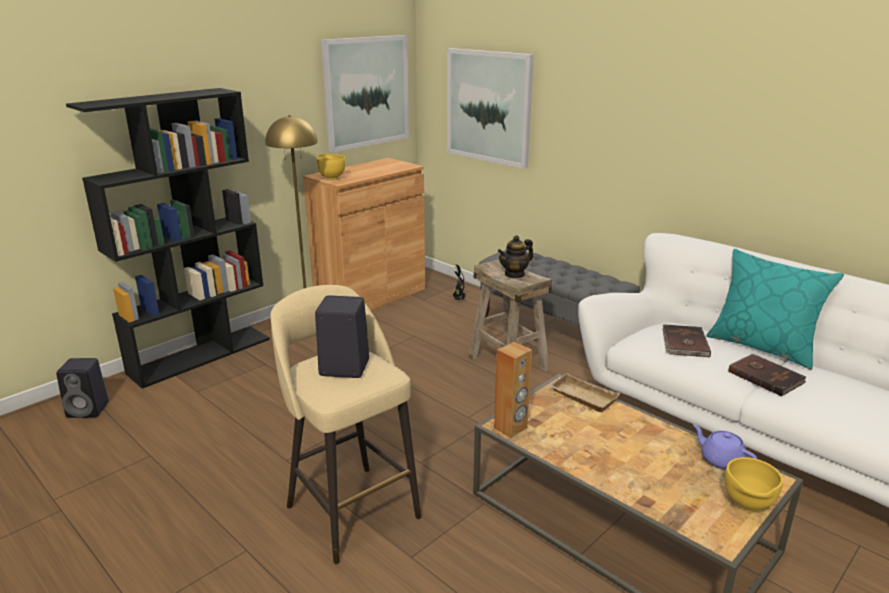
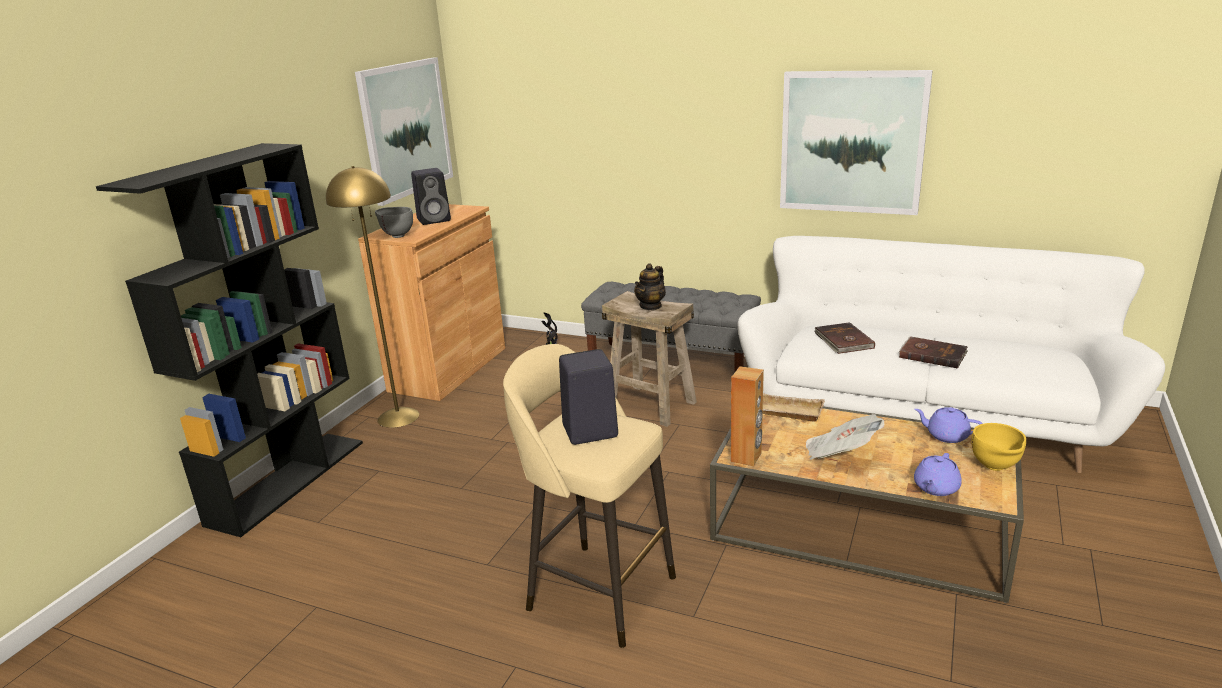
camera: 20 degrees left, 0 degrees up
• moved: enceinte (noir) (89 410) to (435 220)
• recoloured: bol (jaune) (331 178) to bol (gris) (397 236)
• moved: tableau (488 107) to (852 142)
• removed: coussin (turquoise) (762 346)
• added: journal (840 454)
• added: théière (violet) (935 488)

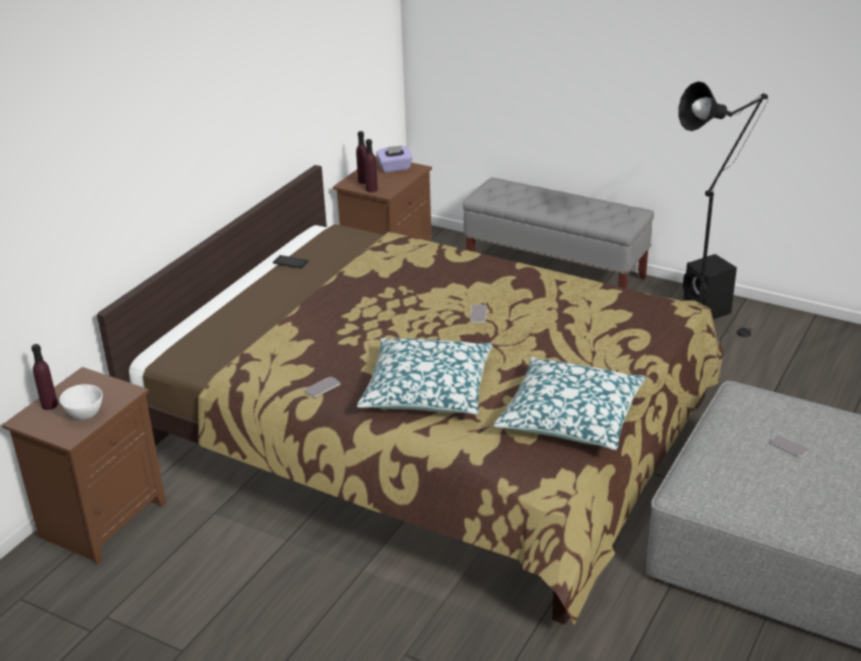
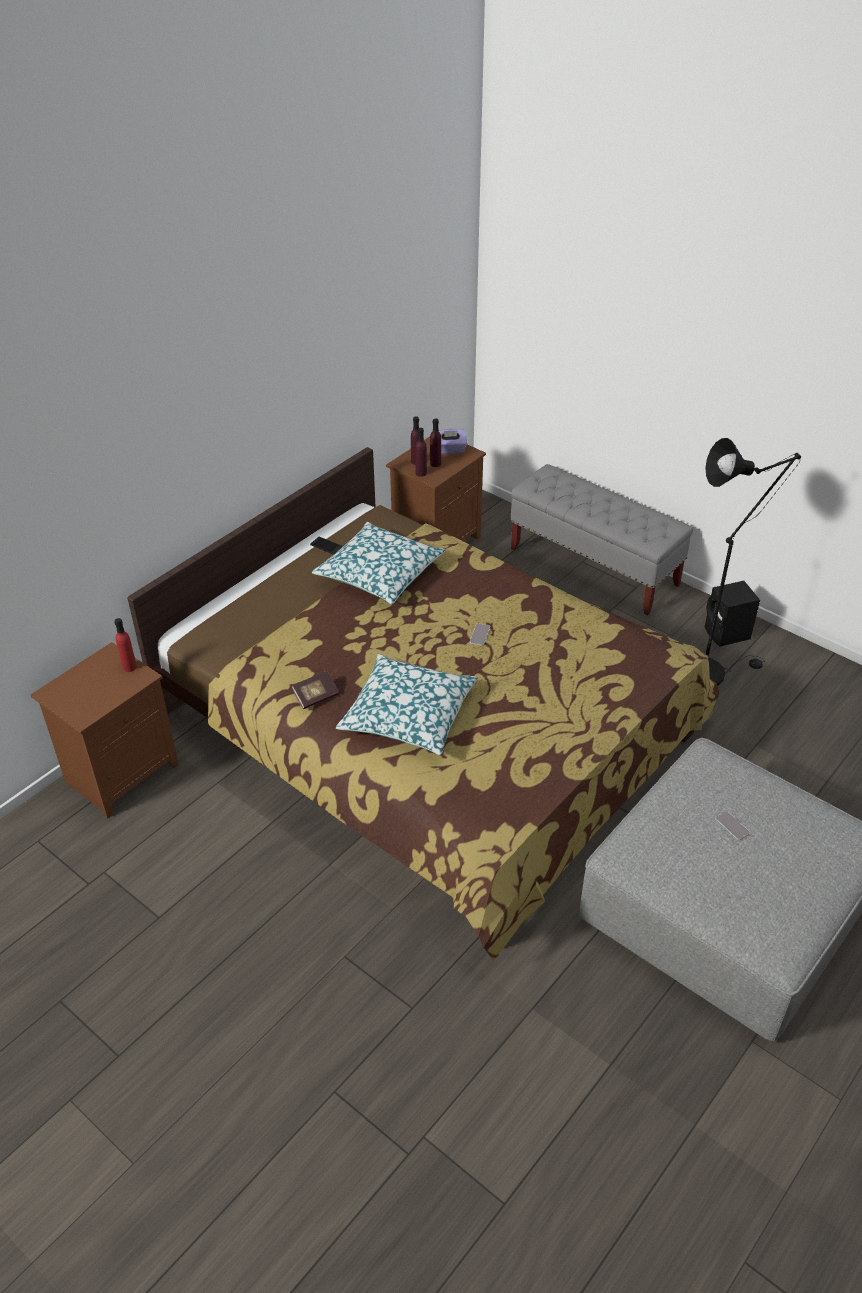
camera: 10 degrees right, 10 degrees up
• moved: bouteille (violet) (49 405) to (435 463)
• removed: bol (blanc) (84 415)
• replaced: téléphone (322 387) to livre (316 696)
• moved: coussin (570 417) to (379 573)
• added: bouteille (rouge) (129 667)

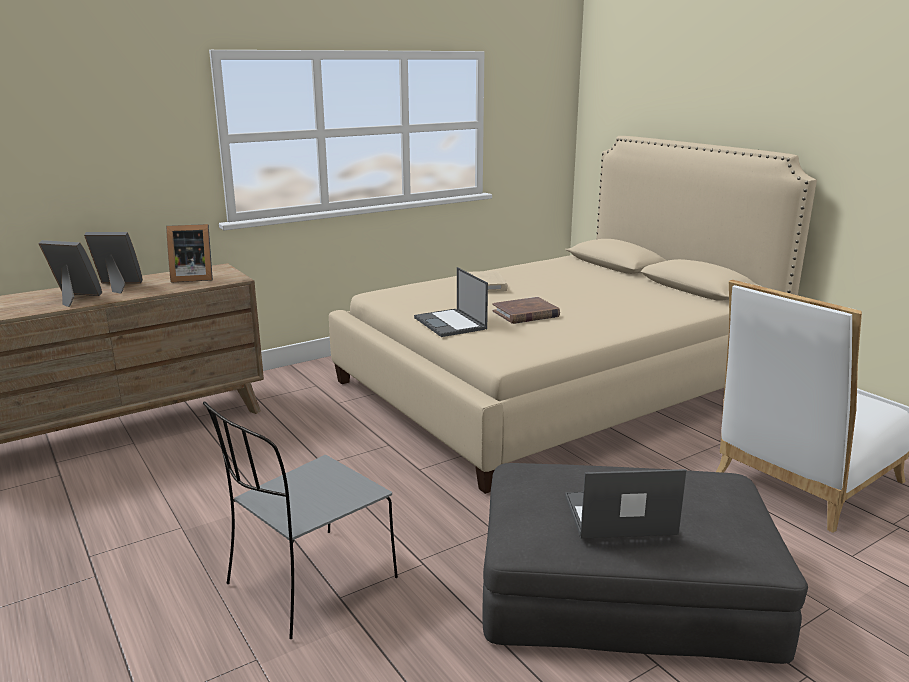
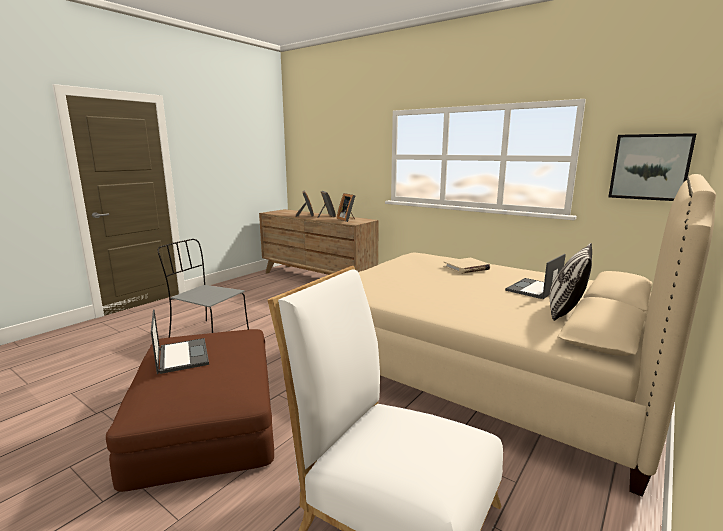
camera: 70 degrees right, 5 degrees down
• moved: ordinateur portable (451 323) to (533 289)
• recoloured: pouf (gris) (624 587) to pouf (marron) (206 416)
• removed: livre (marron) (525 314)
• added: coussin (565 311)
• added: tableau (649 167)

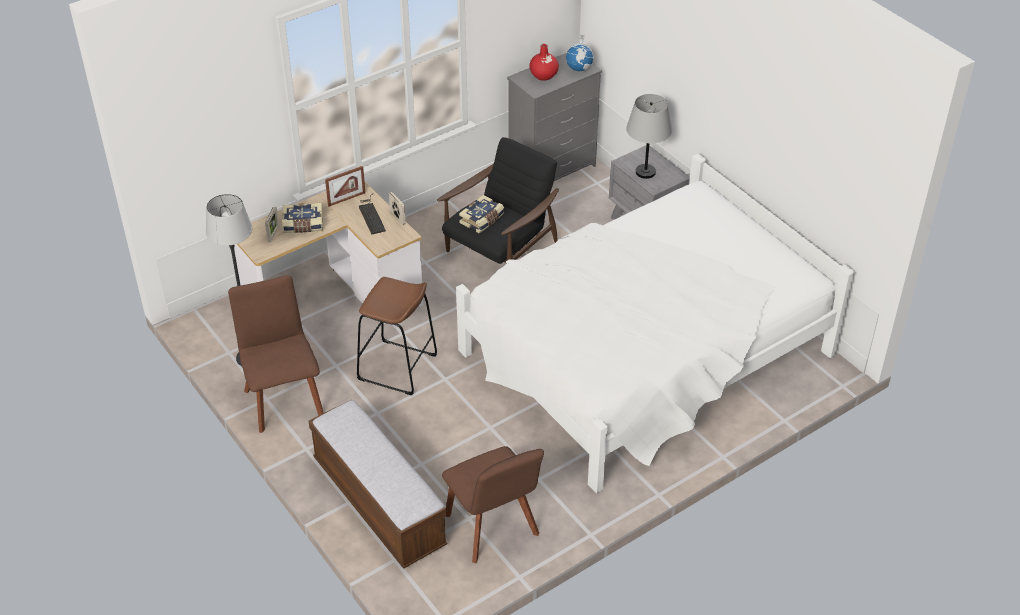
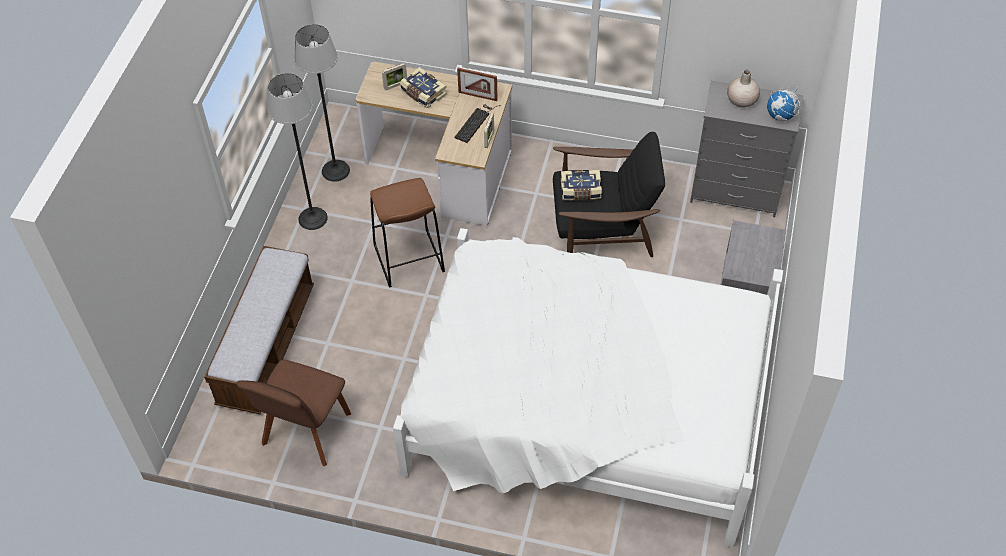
camera: 50 degrees right, 10 degrees up
• replaced: chaise (marron) (283 399) to lampadaire (313 218)
• recoloured: vase (rouge) (543 75) to vase (beige) (741 101)
• removed: lampe de table (gris) (645 172)

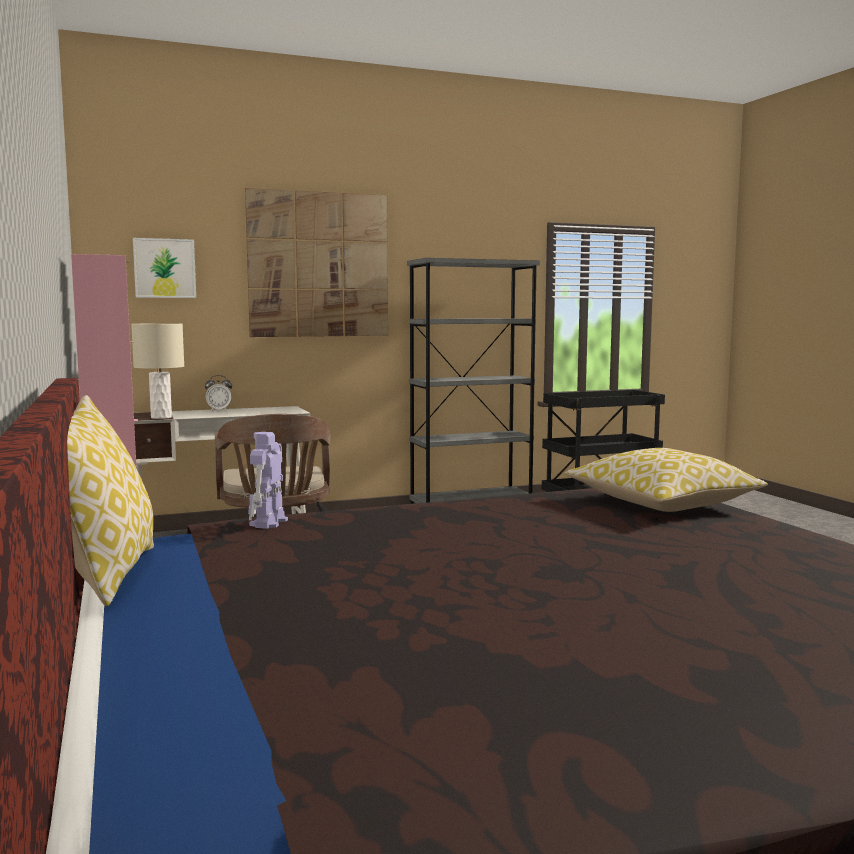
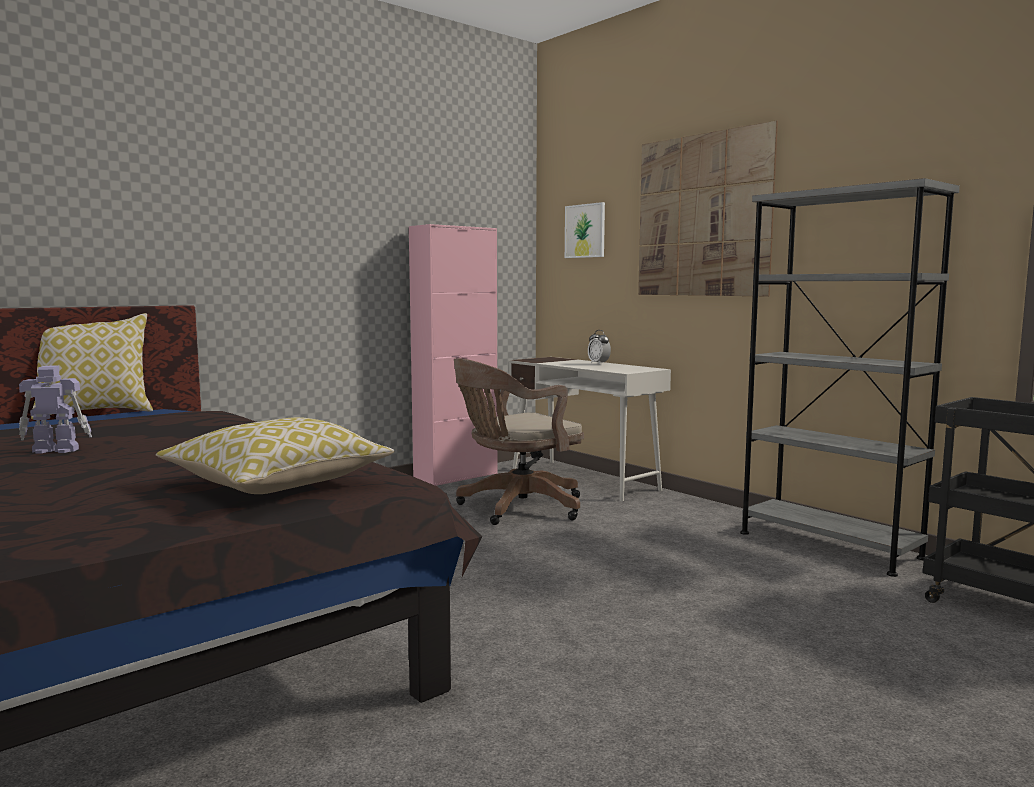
camera: 70 degrees right, 0 degrees up
• removed: lampe de table (beige) (161 417)
• moved: robot jouet (268 523) to (55 450)

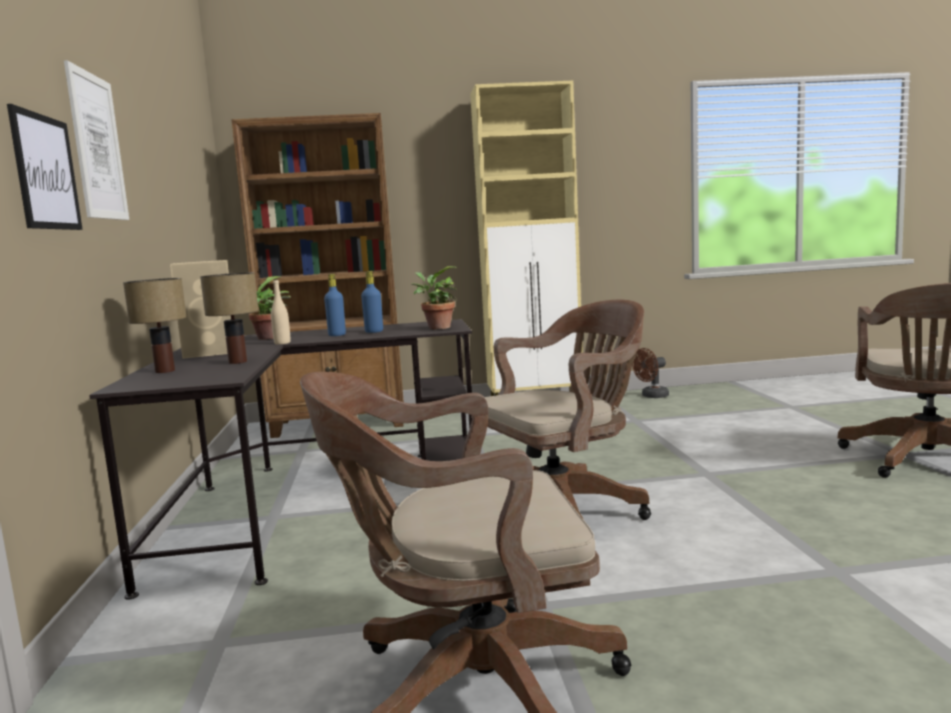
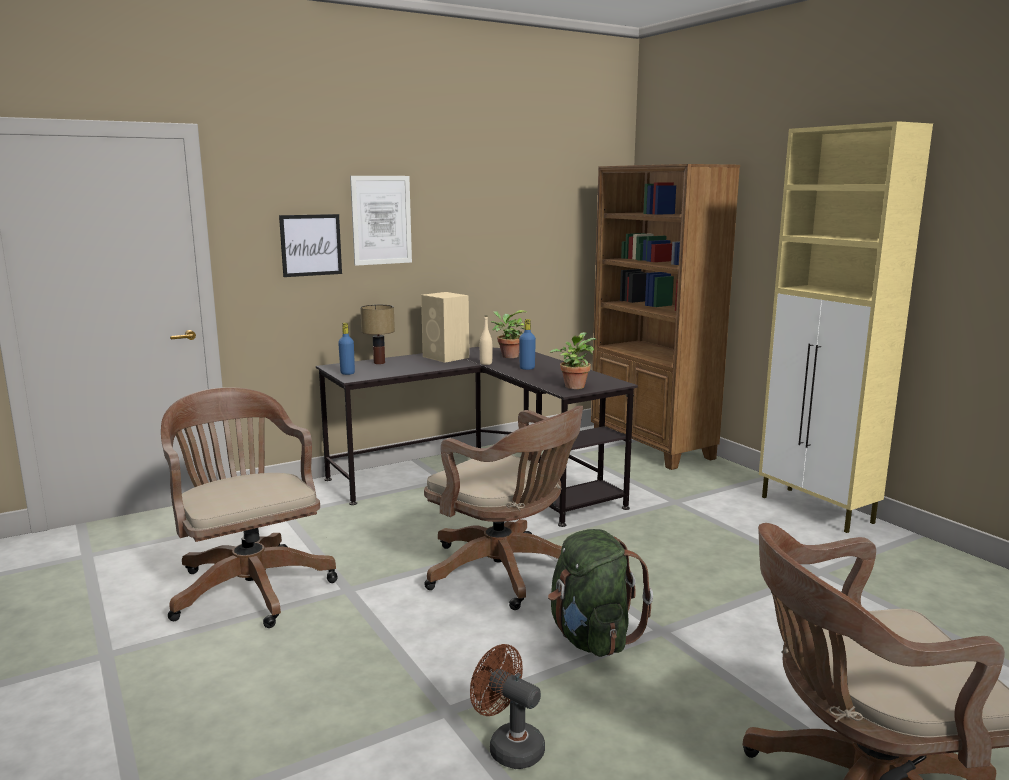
camera: 65 degrees right, 5 degrees up
• removed: lampe de table (239 362)
• moved: bouteille (bleu) (374 331) to (347 373)
• moved: ventilateur (marron) (651 396) to (509 746)
• added: sac à dos (vert) (591 638)

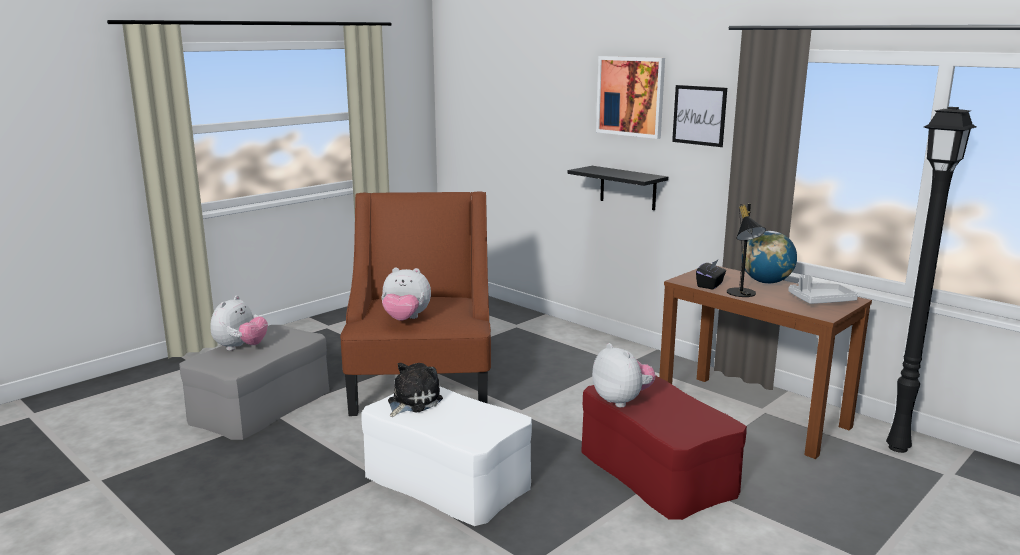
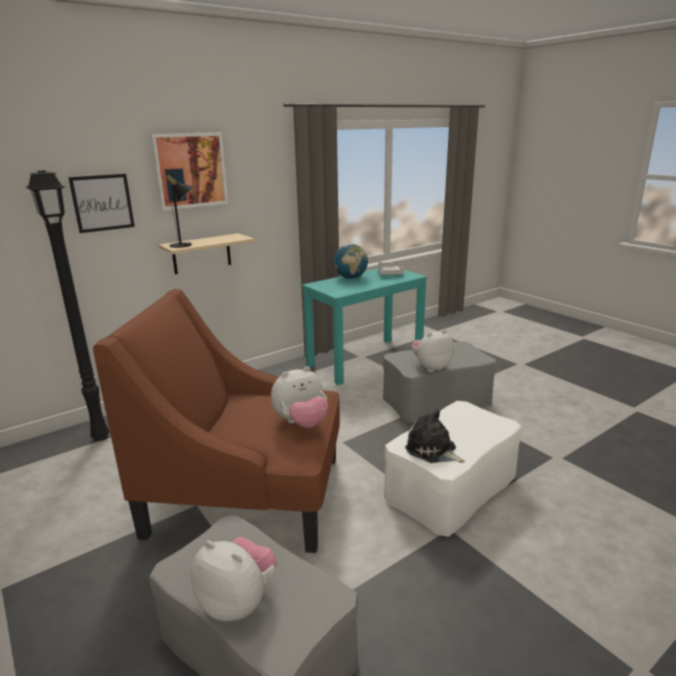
camera: 80 degrees left, 5 degrees up
• turned: peluche (406 319) = (301 423) 45 degrees clockwise
• recoloured: étagère (noir) (628 188) to étagère (beige) (201 254)
• recoloured: pouf (rouge) (656 471) to pouf (gris) (436 400)
• recoloured: table console (marron) (752 414) to table console (turquoise) (365 360)
• moved: tableau (699 115) to (102 203)
• removed: boîte à mouchoirs (noir) (710 285)
• moved: lampe de table (noir) (742 294) to (184 245)
• moved: lampadaire (noir) (900 448) to (101 436)

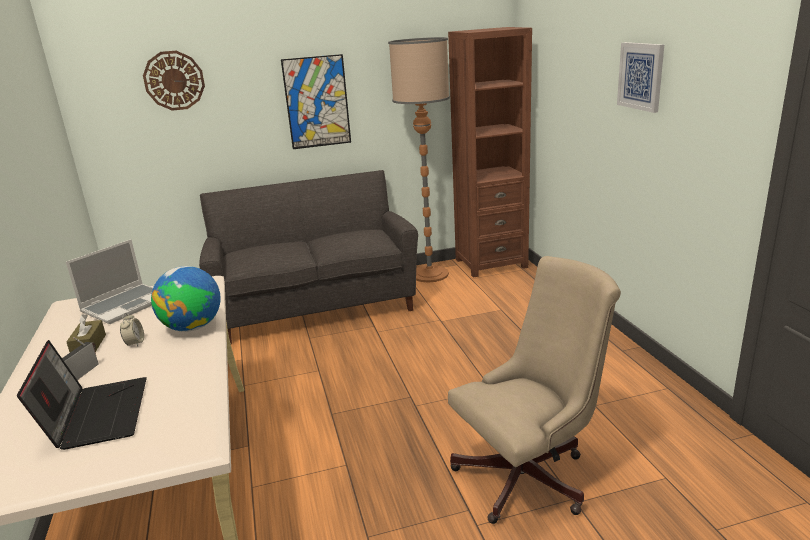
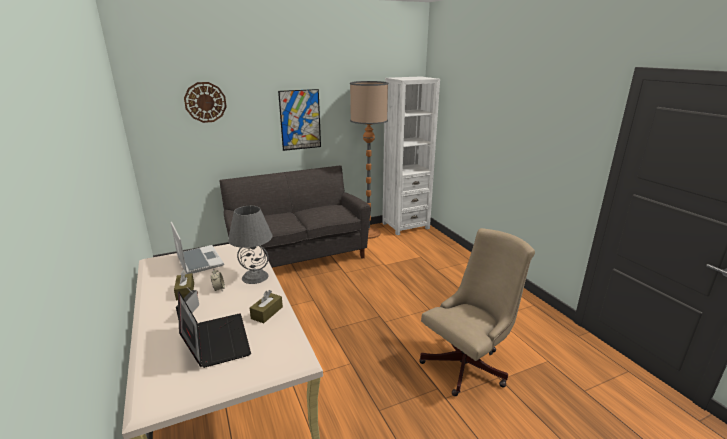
camera: 10 degrees left, 0 degrees up
• turned: ordinateur portable (126 304) = (198 261) 60 degrees counterclockwise
• replaced: globe (193 327) to lampe de table (gris) (255 276)
• recoloured: bibliothèque (marron) (491 263) to bibliothèque (blanc) (405 226)
• removed: tableau (641 76)
• added: boîte à mouchoirs (marron) (267 313)

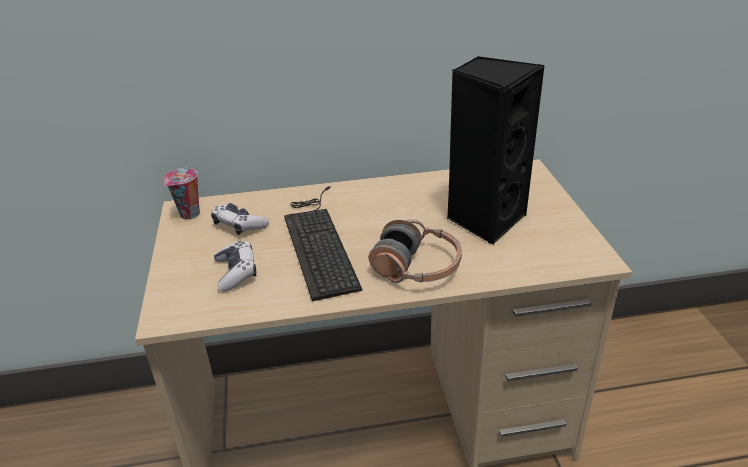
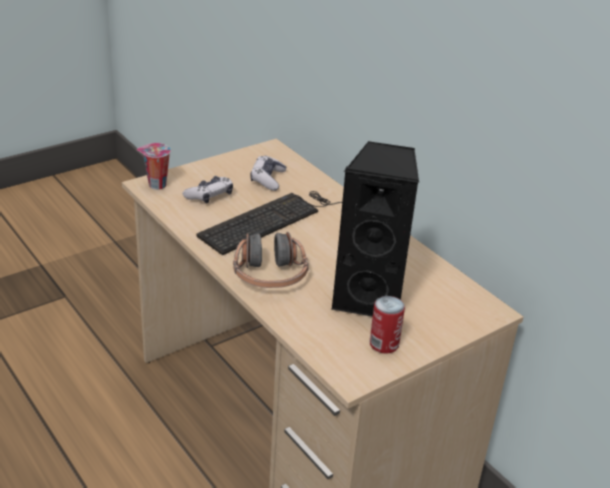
camera: 60 degrees right, 0 degrees up
• moved: tasse (189 215) to (156 185)
• added: boîte métallique (384 344)

